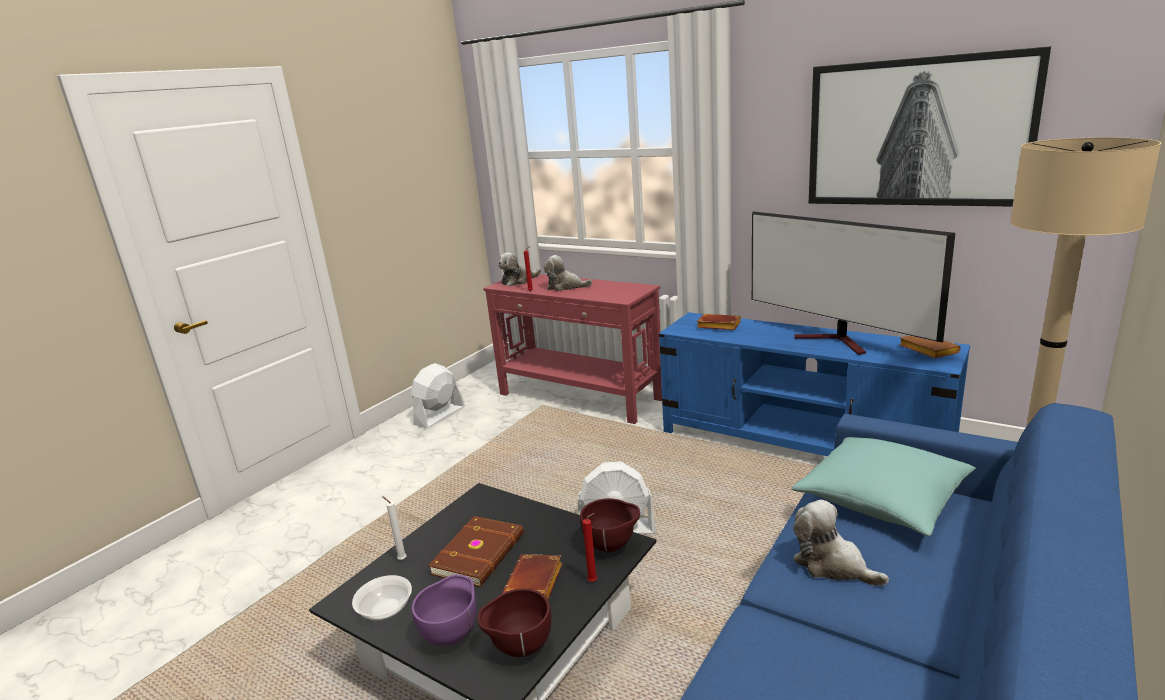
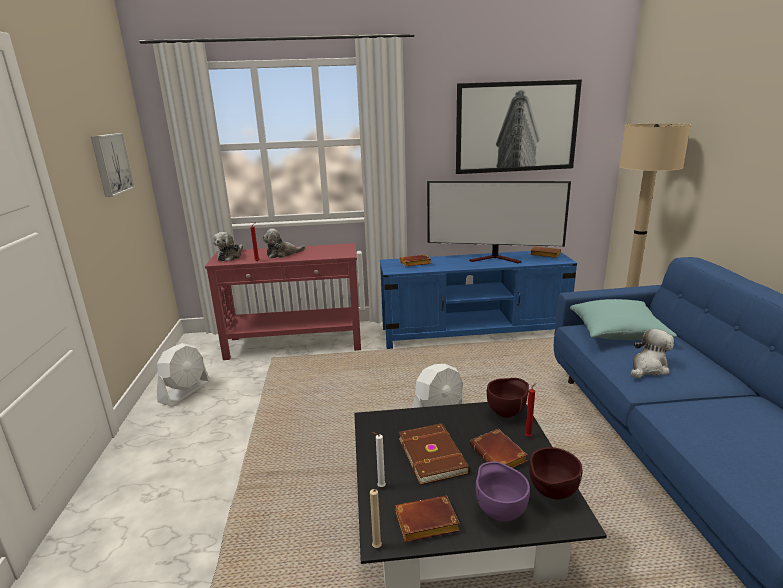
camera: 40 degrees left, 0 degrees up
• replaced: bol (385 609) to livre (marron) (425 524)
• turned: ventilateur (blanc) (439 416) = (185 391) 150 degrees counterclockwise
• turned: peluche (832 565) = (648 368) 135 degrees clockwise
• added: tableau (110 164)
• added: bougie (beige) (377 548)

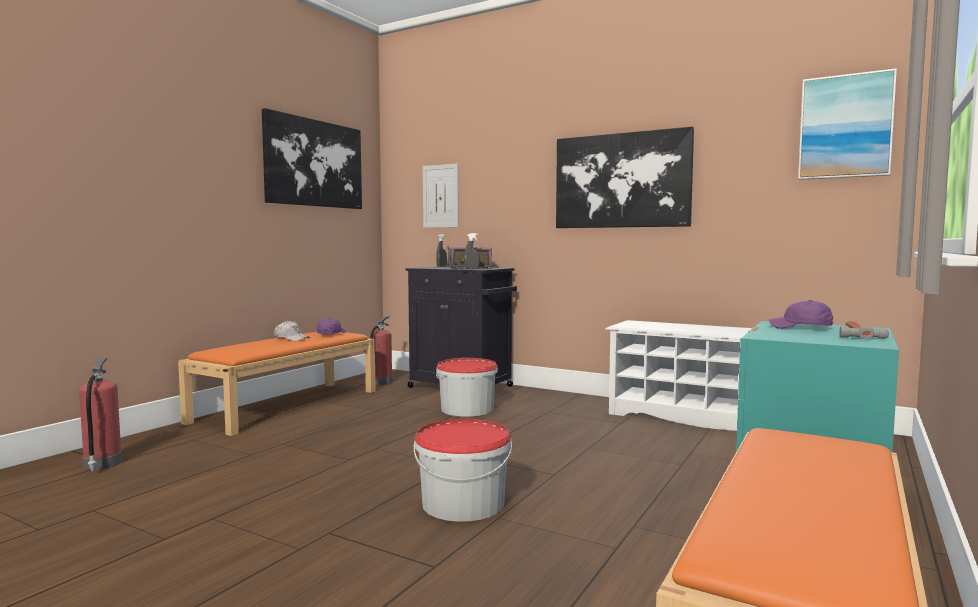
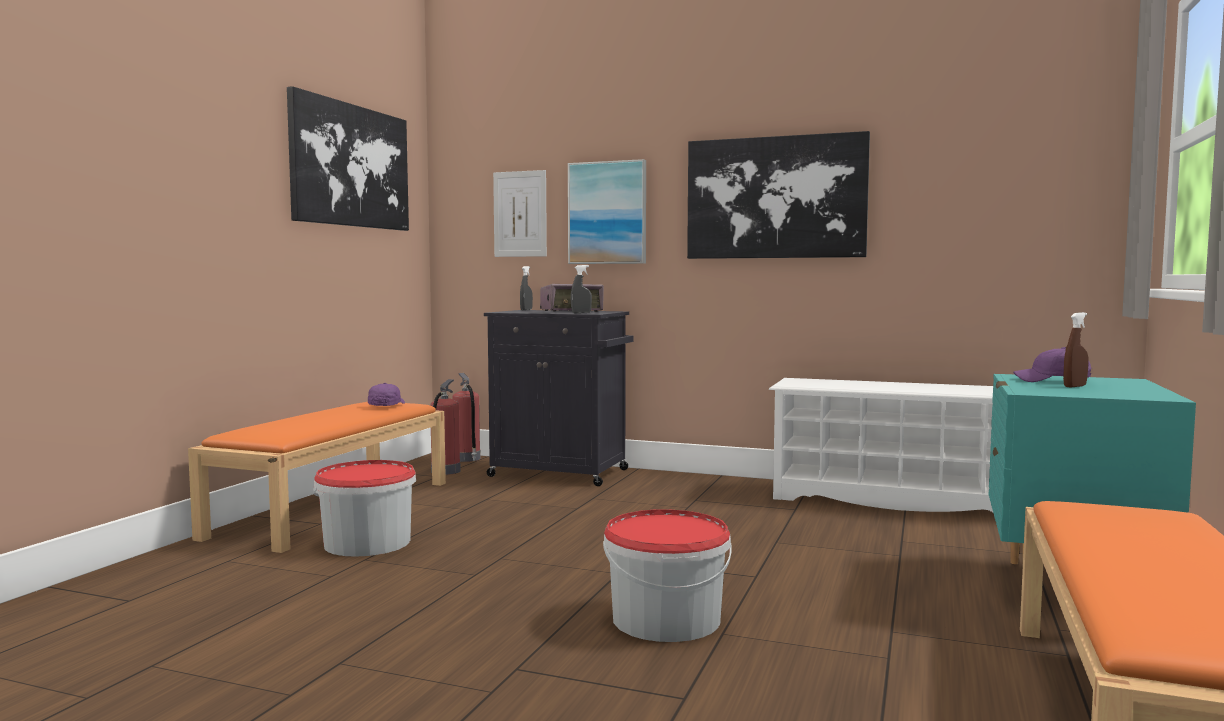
camera: 10 degrees left, 0 degrees up
• moved: extincteur (102 464) to (467 459)
• removed: casquette (blanc) (291 338)
• moved: seau (467 409) to (367 543)
• moved: tableau (845 127) to (607 213)
• removed: marteau (856 333)
• added: vaporisateur (marron) (1075 386)

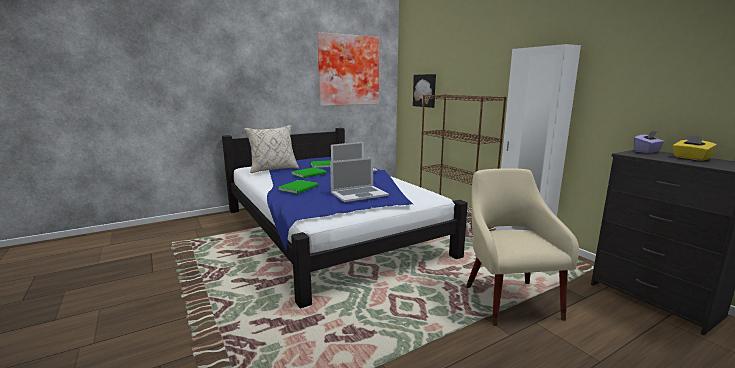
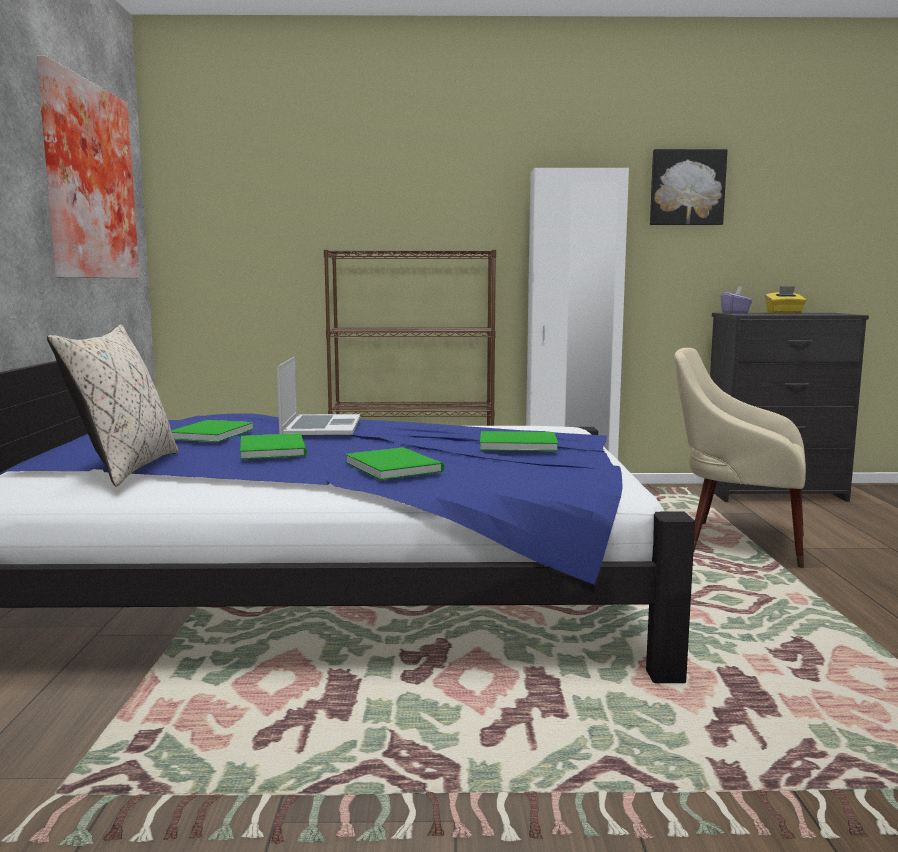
camera: 60 degrees left, 5 degrees down
• replaced: ordinateur portable (359 194) to livre (vert) (515 444)
• moved: tableau (425 90) to (686 188)

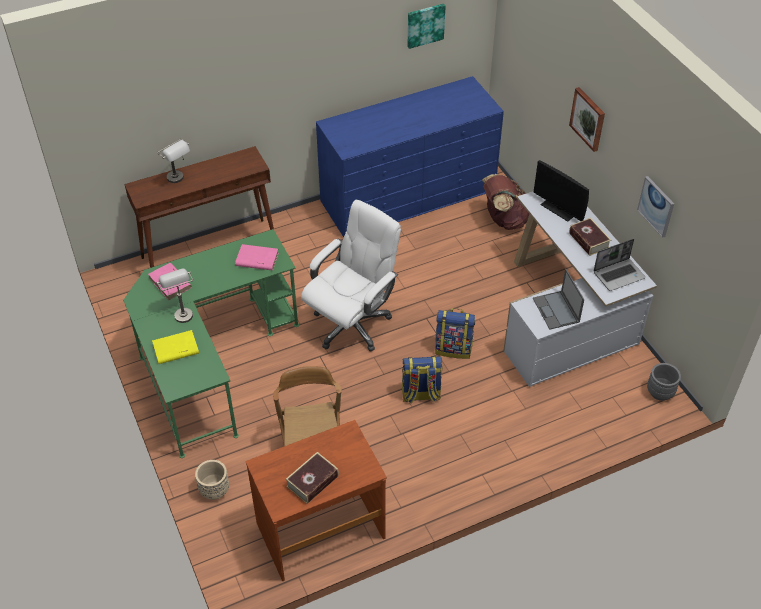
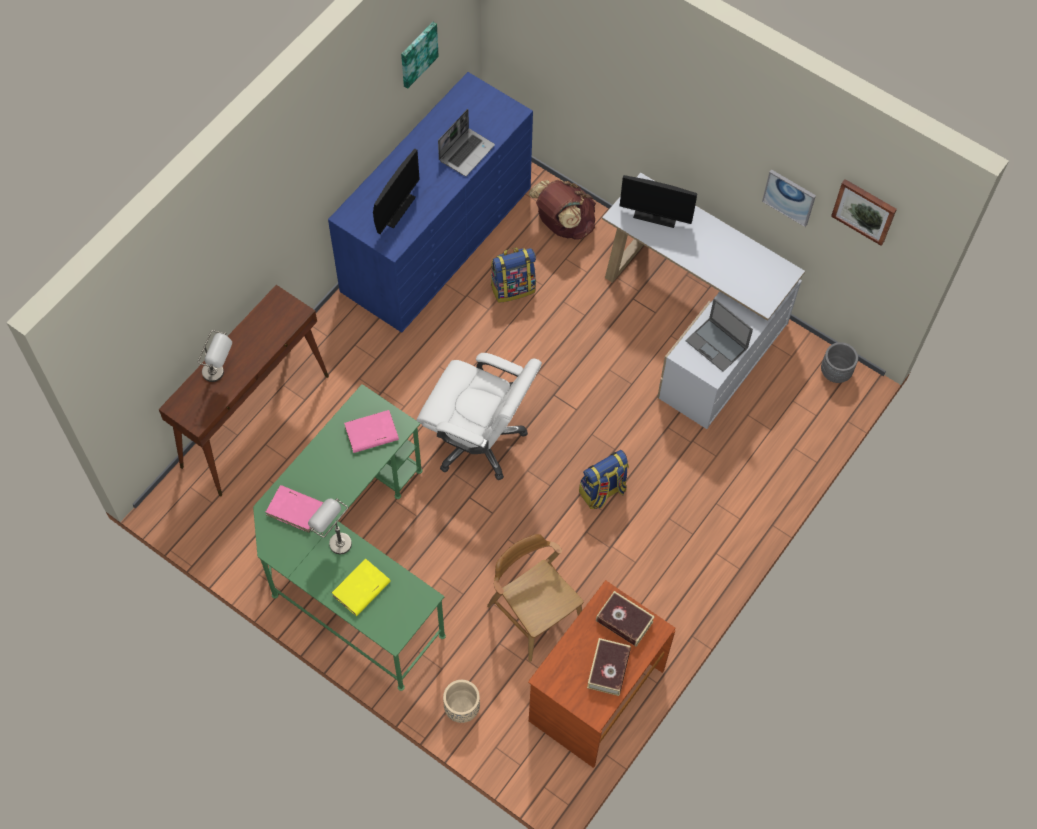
camera: 30 degrees left, 15 degrees up
• turned: chaise de bureau (blanc) (352 324) = (479 440) 105 degrees clockwise
• moved: sac à dos (453 348) to (513 287)
• moved: tableau (588 119) to (864 210)
• moved: livre (589 240) to (624 621)
• moved: ordinateur portable (619 275) to (466 152)
• added: écran d'ordinateur (396 208)

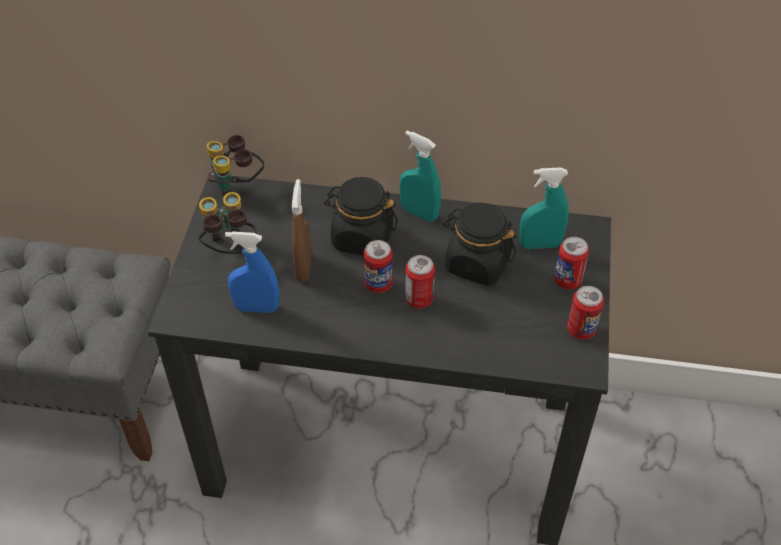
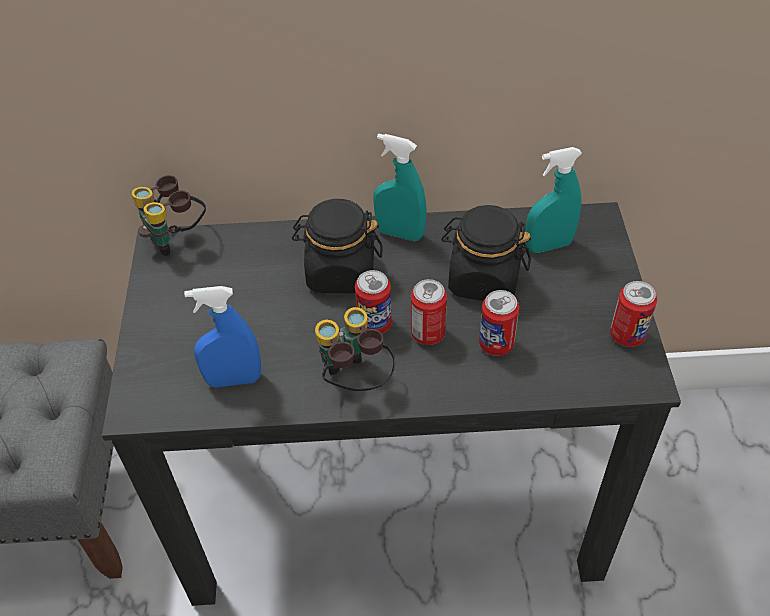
camera: 10 degrees left, 0 degrees up
• moved: jumelles (229 248) to (354 380)
• removed: vaporisateur (marron) (303 267)
• moved: boîte métallique (567 280) to (496 344)

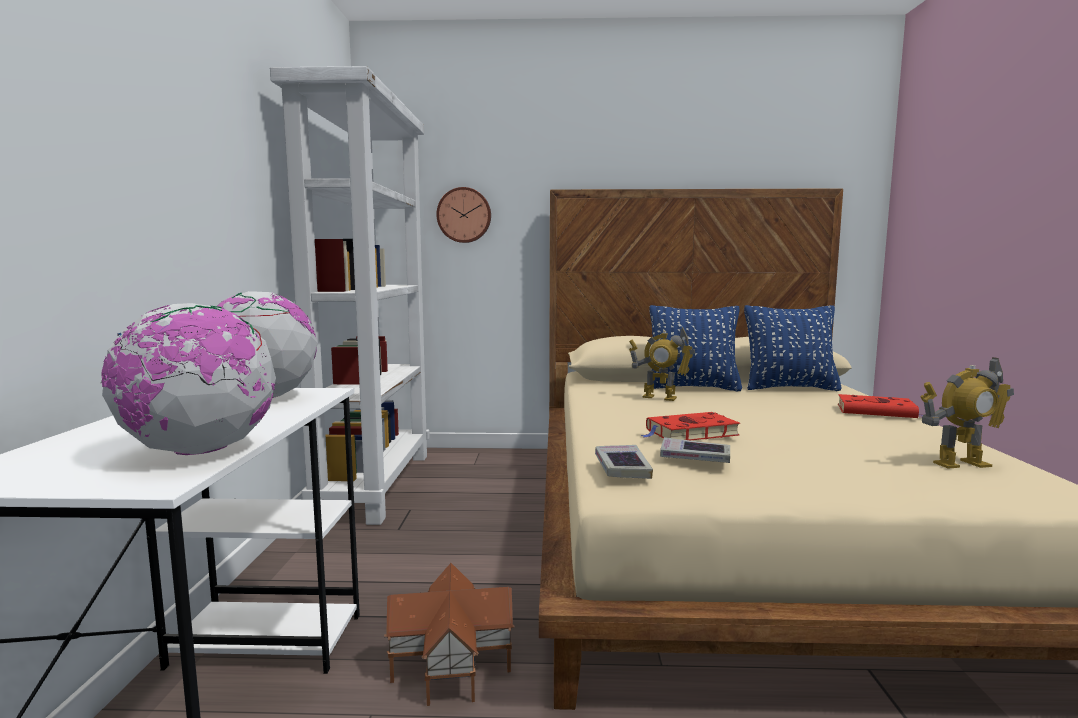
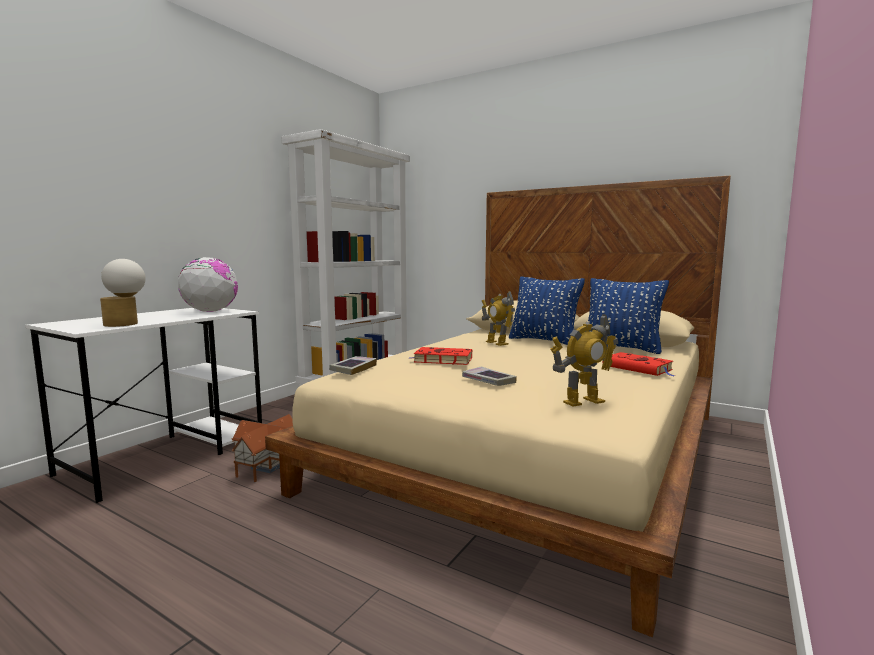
camera: 30 degrees right, 0 degrees up
• replaced: globe (200 451) to lampe de table (126 324)
• removed: horloge murale (464 215)
• moved: livre (695 457) to (488 381)
• turned: robot jouet (960 464) = (583 401) 45 degrees counterclockwise

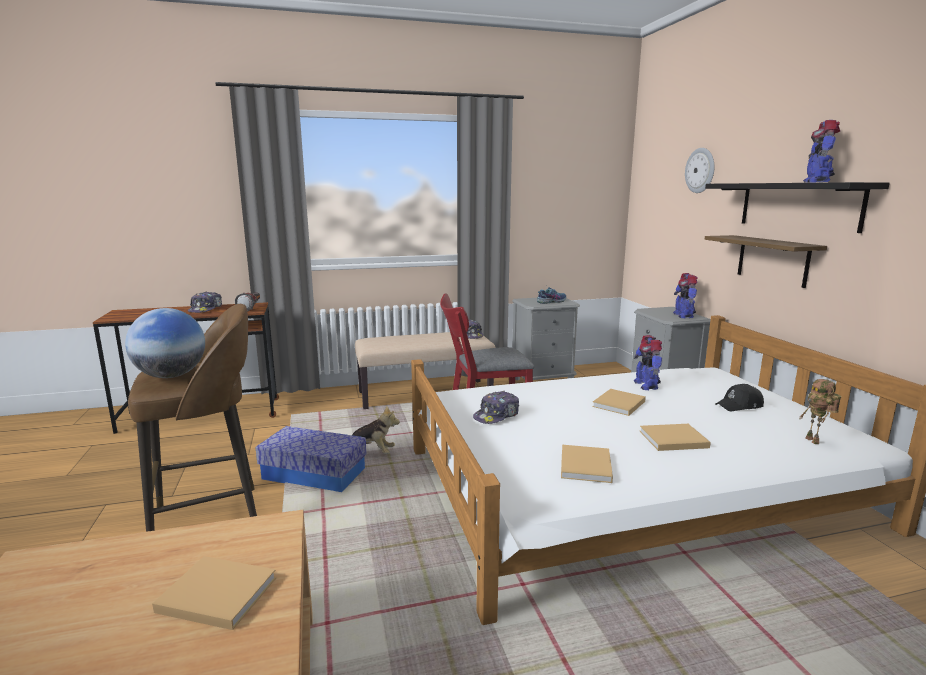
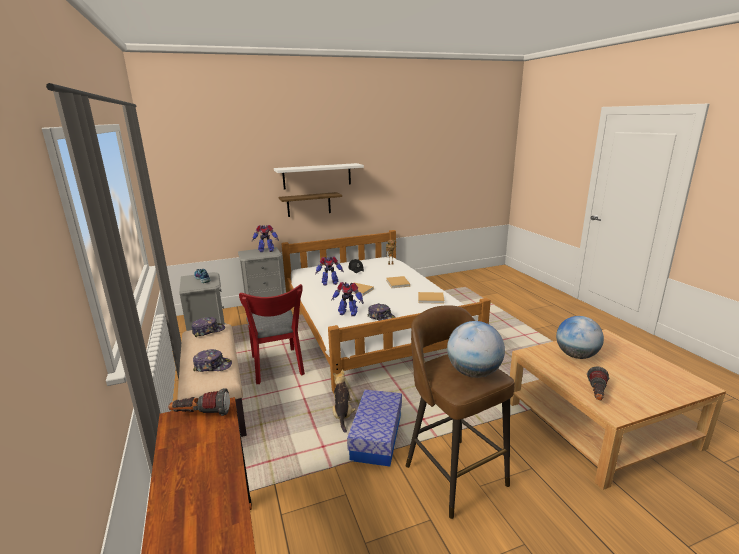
camera: 95 degrees left, 5 degrees up
• replaced: livre (beige) (215 594) to globe (576 355)
• moved: casquette (206 309) to (212 366)
• removed: horloge murale (700 170)
• recoloured: étagère (noir) (798 205) to étagère (blanc) (317 176)
• moved: robot jouet (817 182) to (348 313)
• added: lampe de poche (596 394)

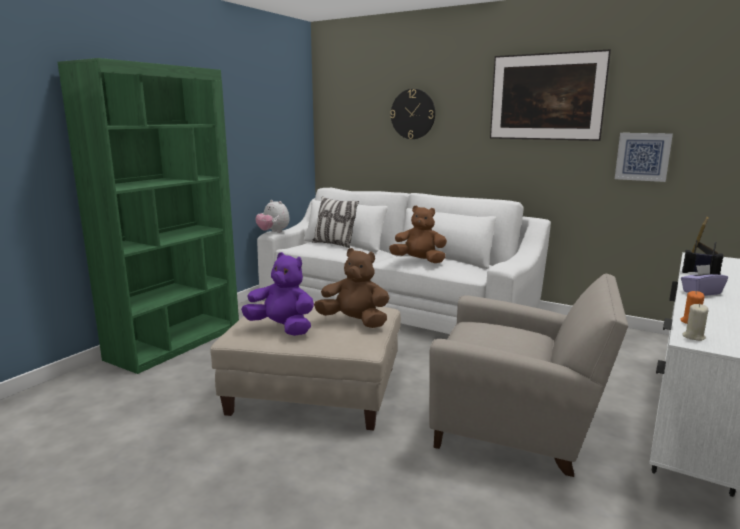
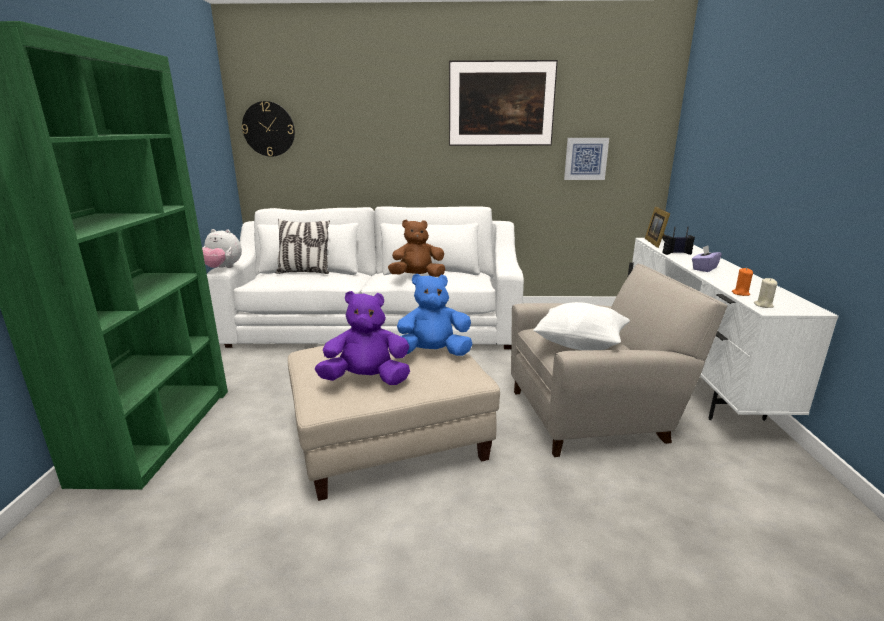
camera: 30 degrees left, 5 degrees up
• recoloured: peluche (marron) (355 322) to peluche (bleu) (432 353)
• moved: horloge murale (413 114) to (268 129)
• added: coussin (blanc) (580 344)

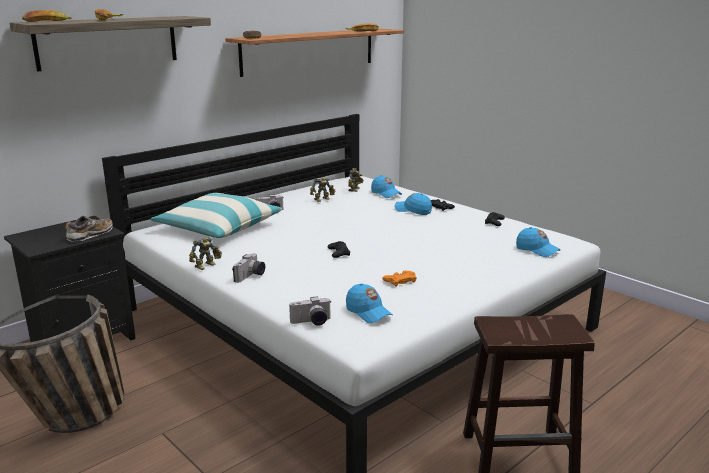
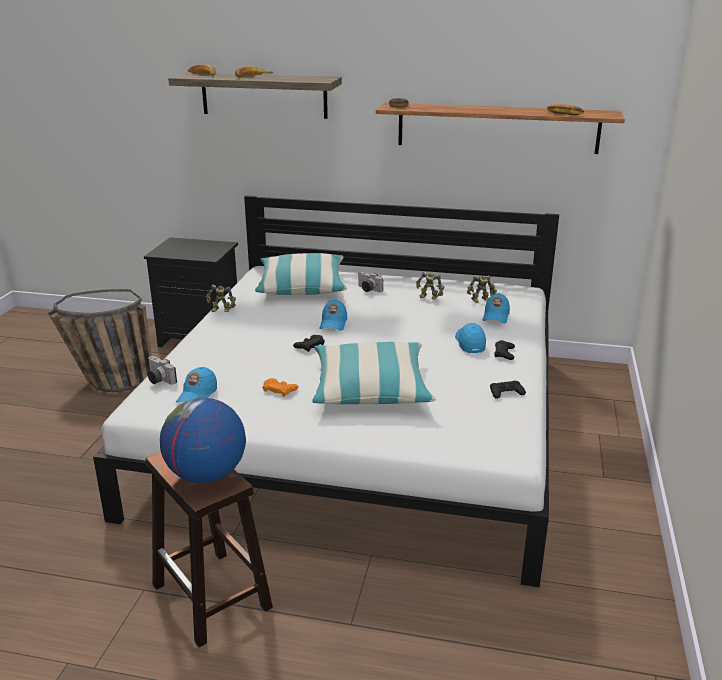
camera: 55 degrees right, 5 degrees up
• removed: chaussure (90 235)
• removed: appareil photo (251 276)
• moved: casquette (bleu) (537 250) to (333 323)
• added: globe (206 475)
• added: coussin (370 388)

